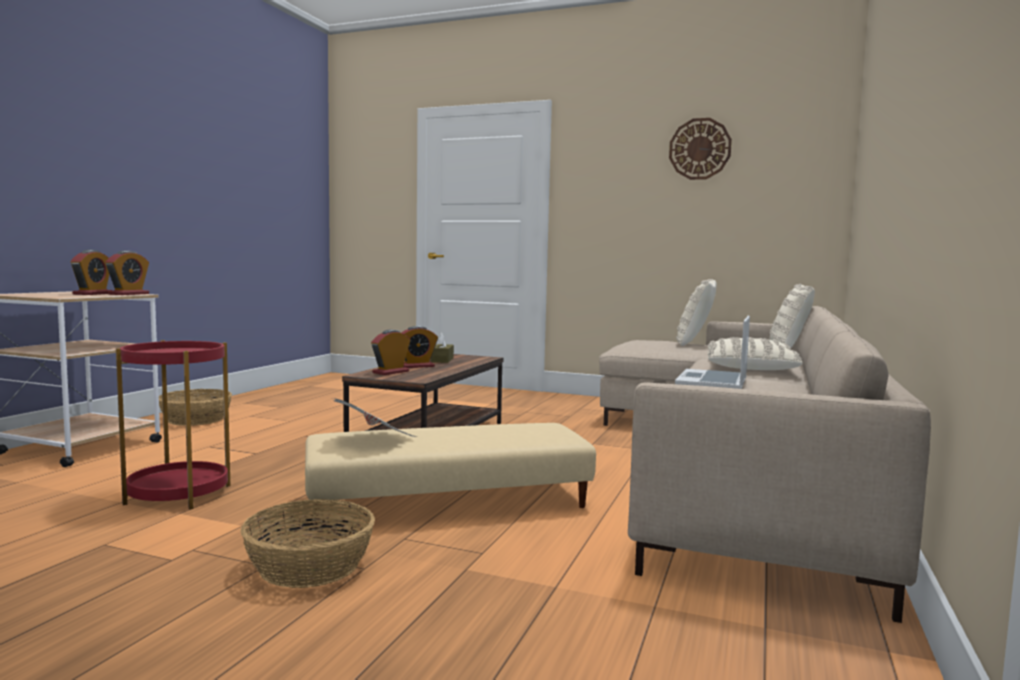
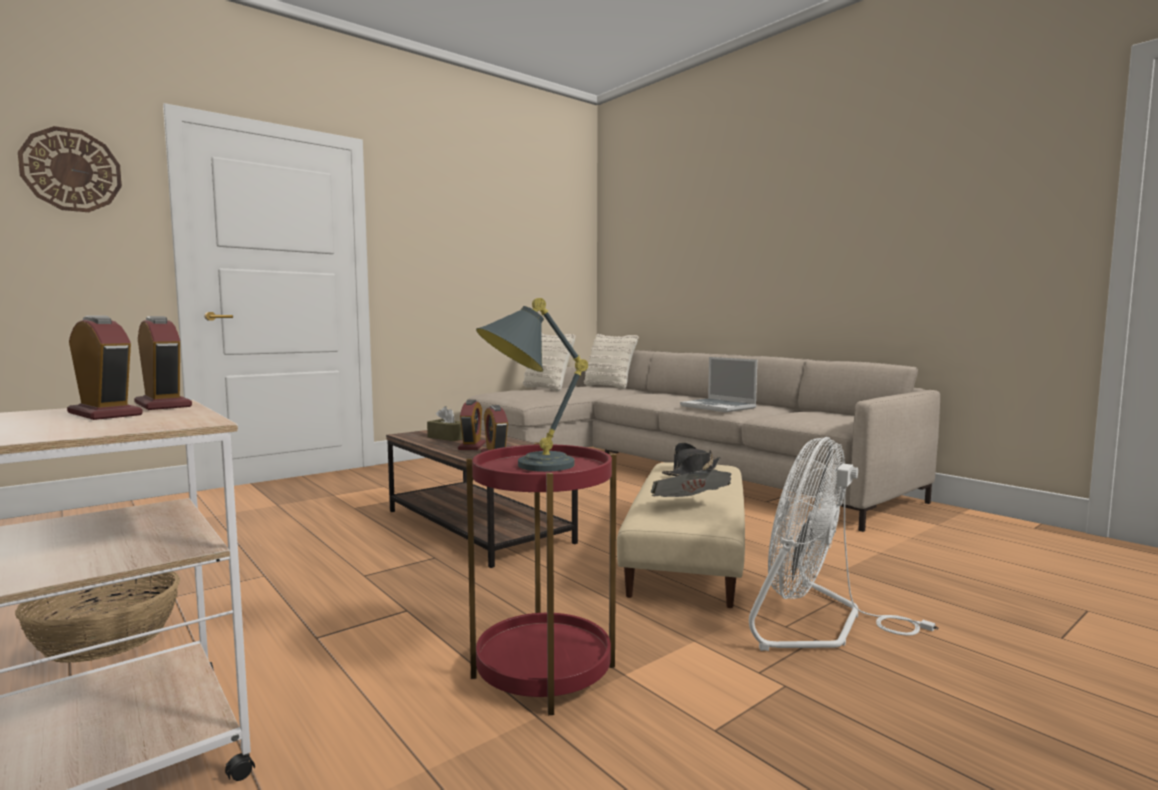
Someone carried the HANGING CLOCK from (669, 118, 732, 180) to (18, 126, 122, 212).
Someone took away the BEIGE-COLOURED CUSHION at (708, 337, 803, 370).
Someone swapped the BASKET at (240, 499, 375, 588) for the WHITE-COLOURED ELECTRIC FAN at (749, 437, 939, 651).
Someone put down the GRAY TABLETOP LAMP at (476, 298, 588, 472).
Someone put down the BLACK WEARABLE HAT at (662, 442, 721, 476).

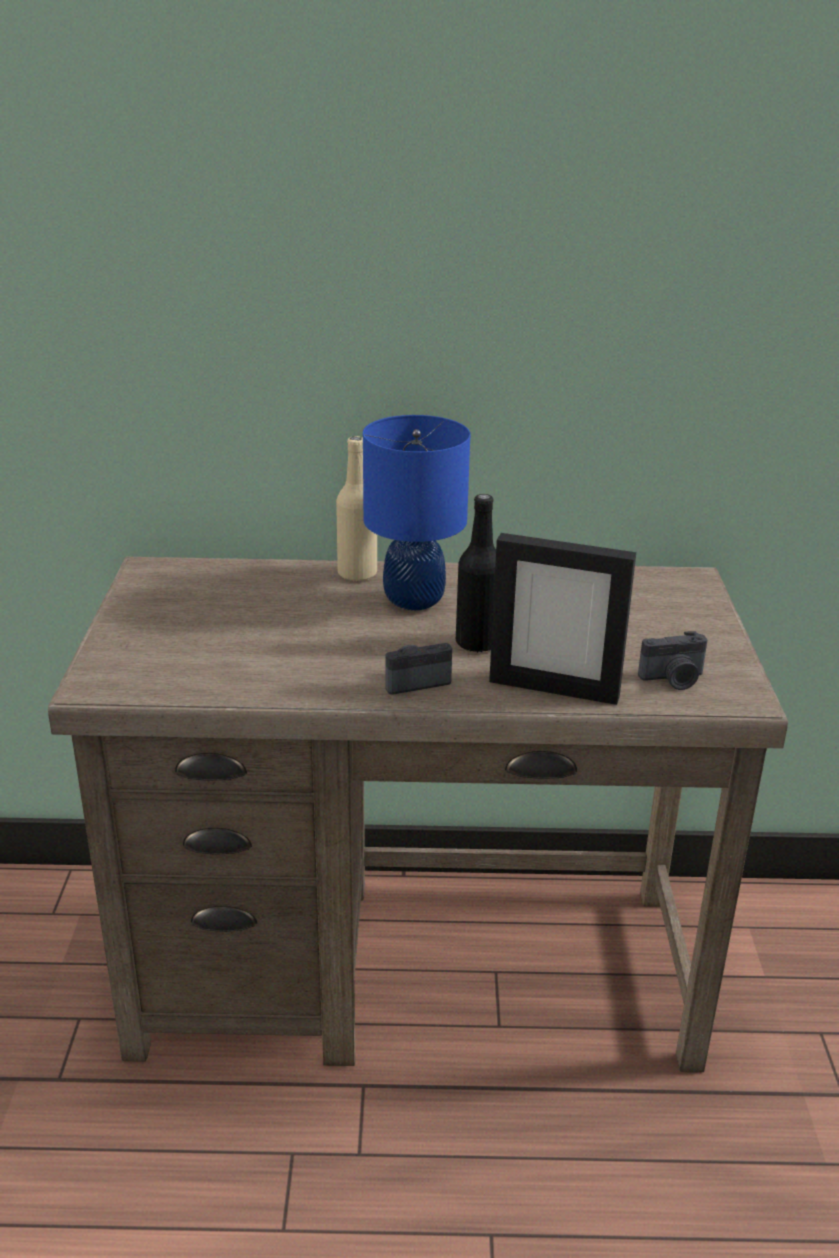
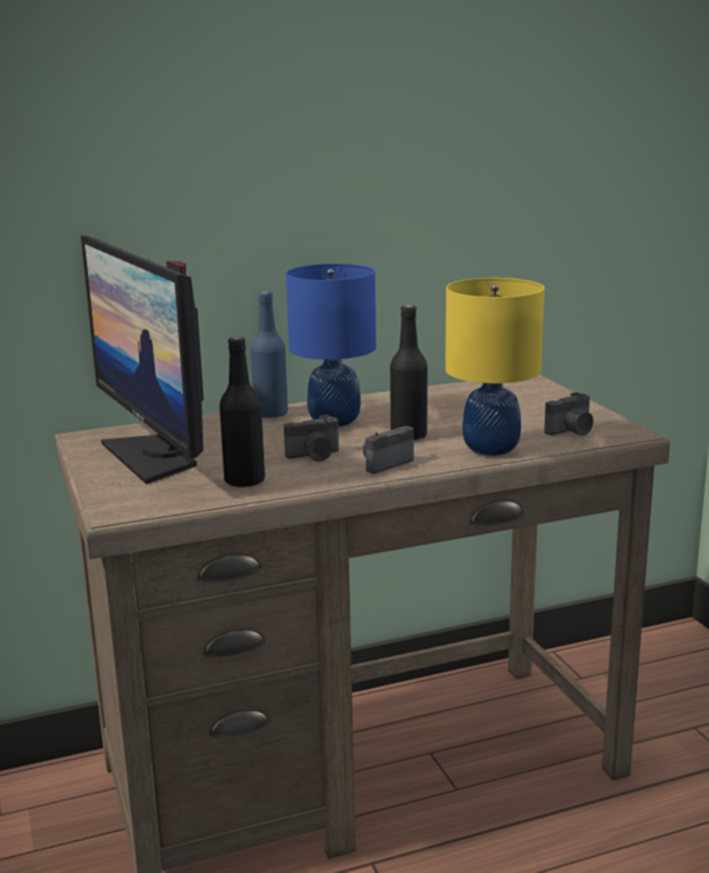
Someone repainted the BEIGE-COLOURED DRINK BOTTLE at (336, 436, 377, 582), which became the BLUE DRINK BOTTLE at (250, 291, 288, 418).
Someone swapped the PICTURE FRAME at (489, 533, 636, 705) for the YELLOW TABLETOP LAMP at (445, 278, 544, 456).
Someone put down the COMPUTER SCREEN at (81, 235, 204, 484).
Someone put down the BLACK DRINK BOTTLE at (219, 337, 265, 488).
Someone put down the STILL CAMERA at (284, 415, 339, 461).

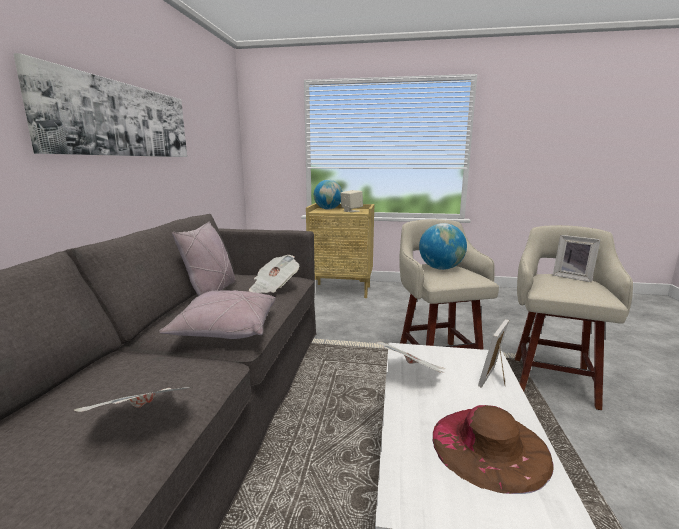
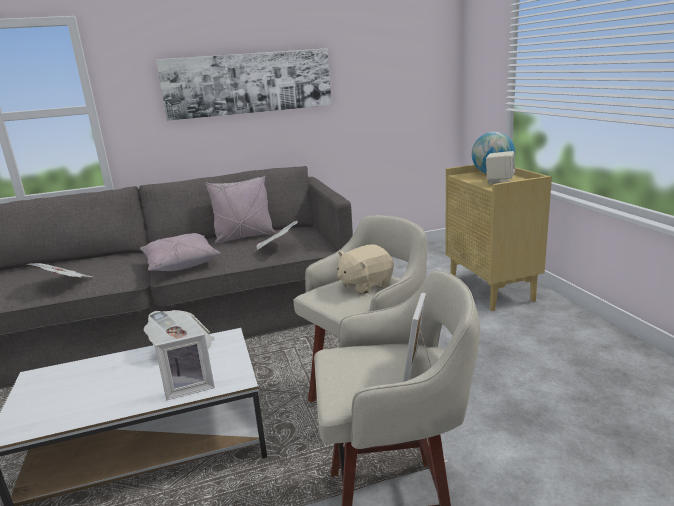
Someone swapped the DESK GLOBE at (419, 223, 467, 270) for the BEIGE-COLOURED SOFT TOY at (337, 244, 394, 294).
Someone rotated the PICTURE FRAME at (478, 319, 509, 388) by 150 degrees clockwise.
Someone took away the BROWNISH WEARABLE HAT at (433, 405, 554, 494).

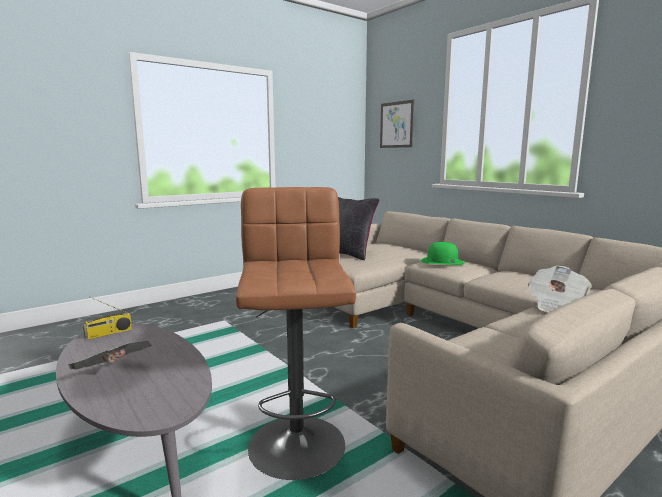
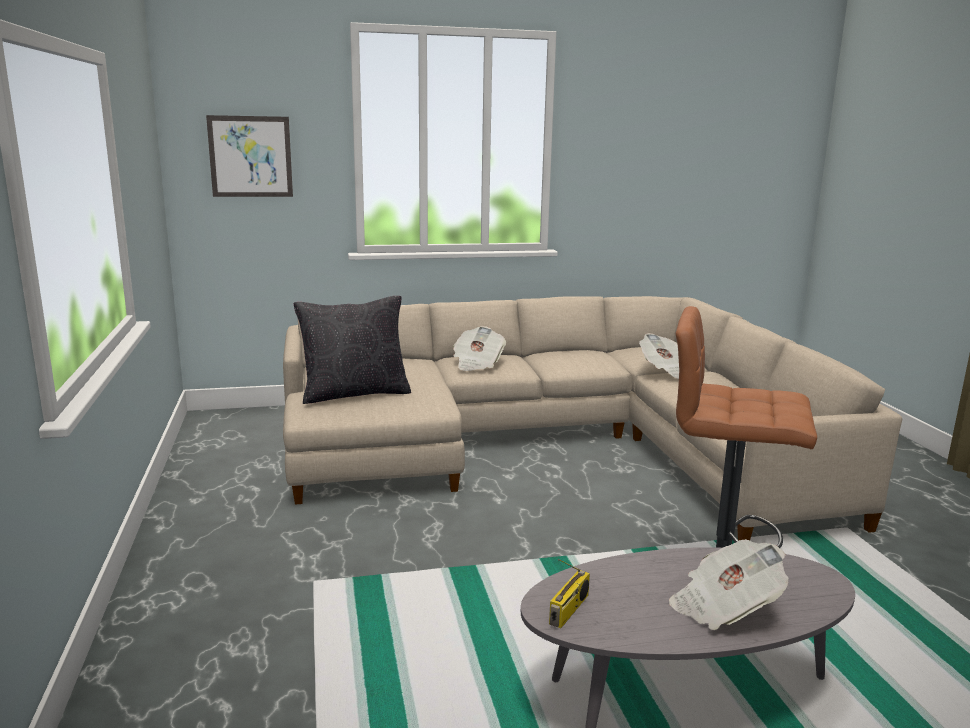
Someone swapped the GREENISH WEARABLE HAT at (421, 242, 465, 265) for the PRINTED PAPER at (453, 326, 506, 371).
Someone rotated the RADIO SET at (83, 297, 132, 340) by 45 degrees clockwise.

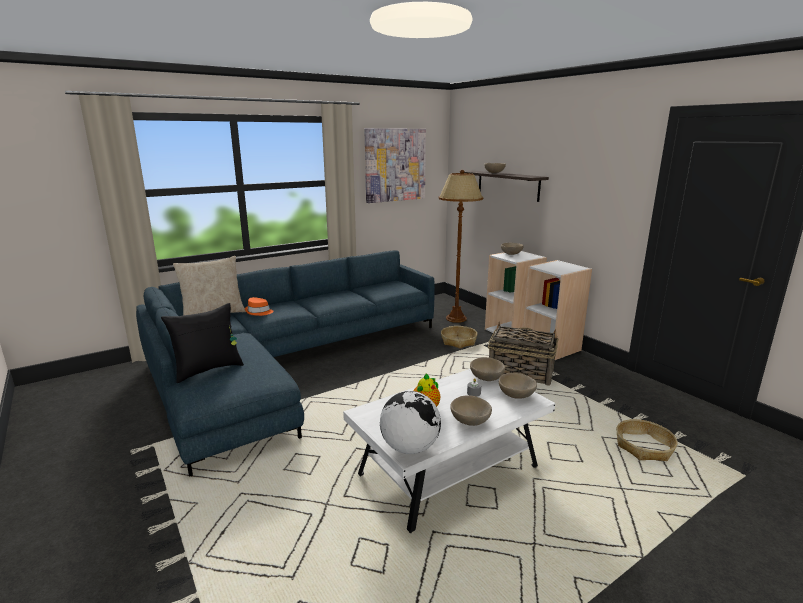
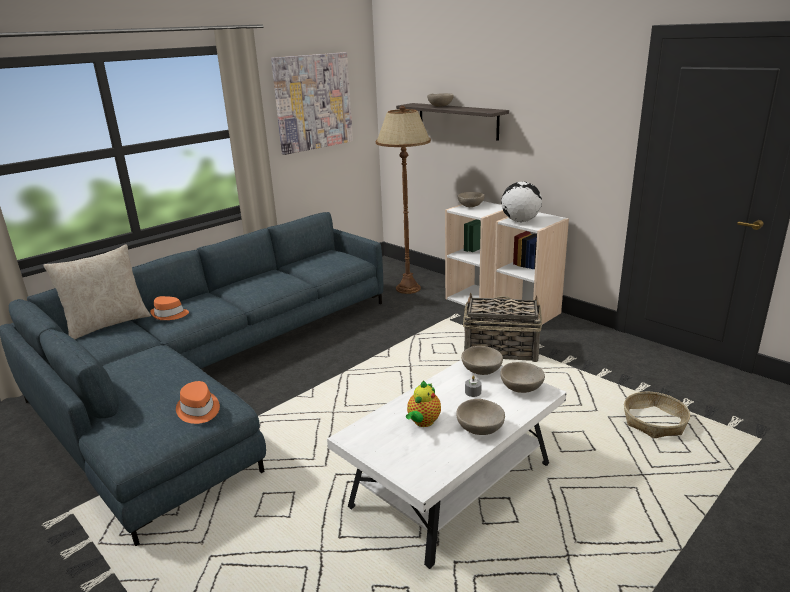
Someone took away the BLACK CUSHION at (161, 303, 244, 383).
Someone took away the BASKET at (441, 326, 477, 348).
Someone carried the DESK GLOBE from (380, 391, 441, 454) to (501, 182, 542, 222).
Someone put down the ORANGE-COLOURED WEARABLE HAT at (176, 381, 220, 424).

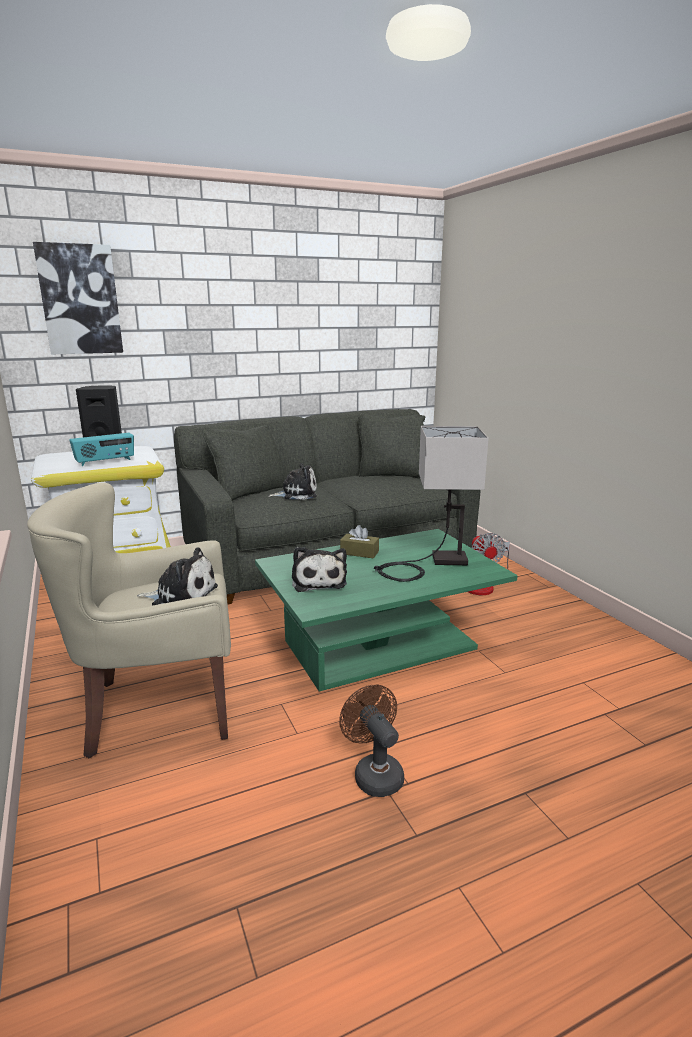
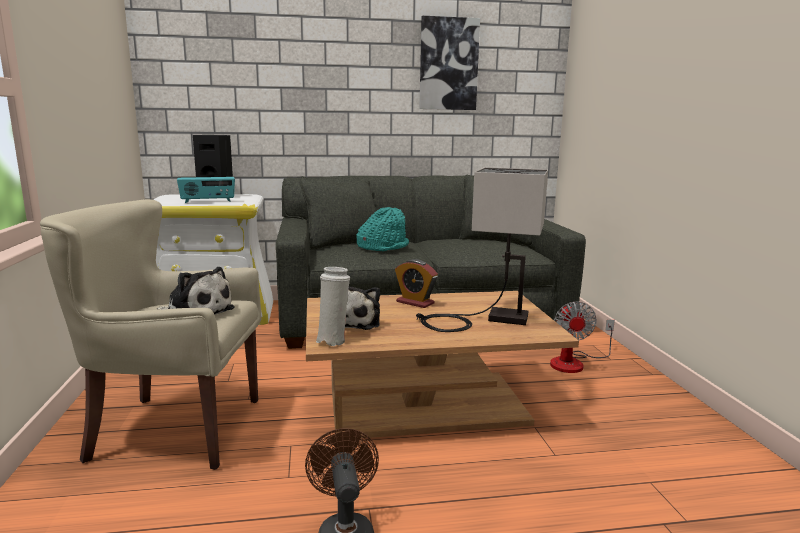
Someone carried the WALL ART from (33, 242, 123, 355) to (419, 16, 480, 110).
Someone swapped the SOFT TOY at (268, 463, 317, 500) for the TURQUOISE WEARABLE HAT at (356, 207, 409, 251).
Someone swapped the BROWNISH TISSUE HOLDER at (340, 525, 379, 558) for the BEDSIDE CLOCK at (395, 259, 438, 308).
Someone repainted the GREENISH LOW TABLE at (255, 529, 518, 692), which became the BROWNISH LOW TABLE at (306, 291, 579, 438).
Someone put down the WHITE-COLOURED FLOWER VASE at (316, 267, 350, 346).

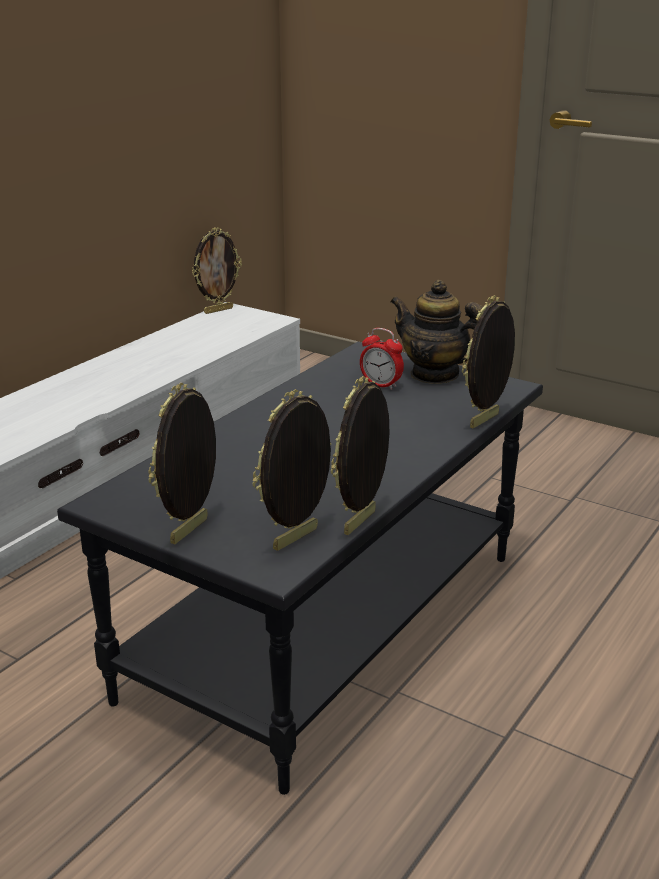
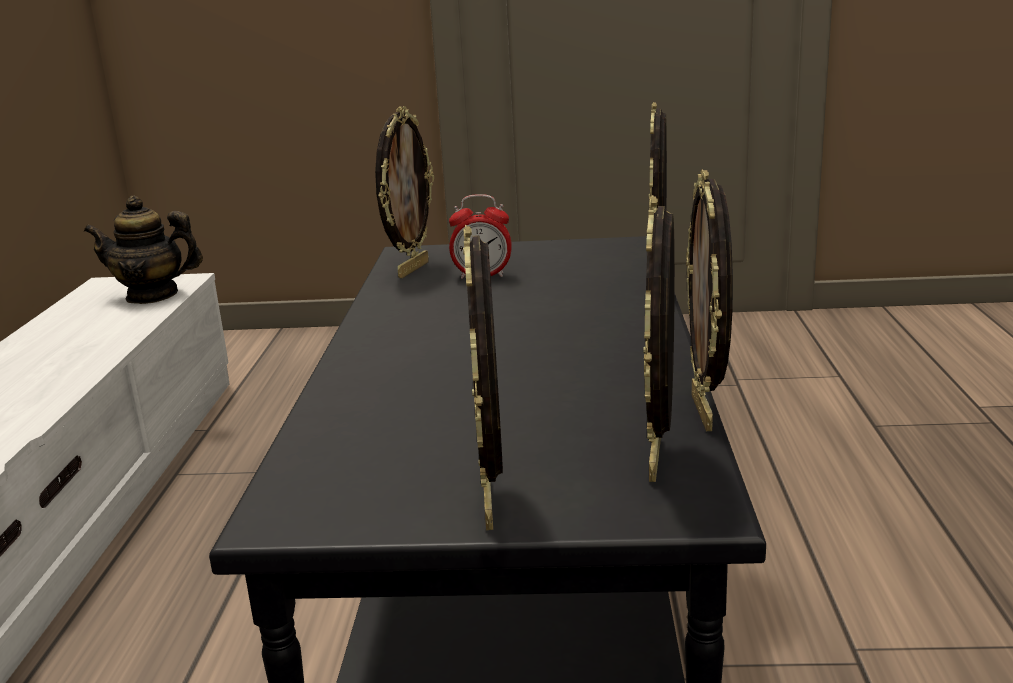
Someone carried the PICTURE FRAME from (192, 227, 242, 314) to (375, 106, 434, 278).
Someone carried the TEAPOT from (390, 280, 483, 384) to (84, 196, 203, 304).

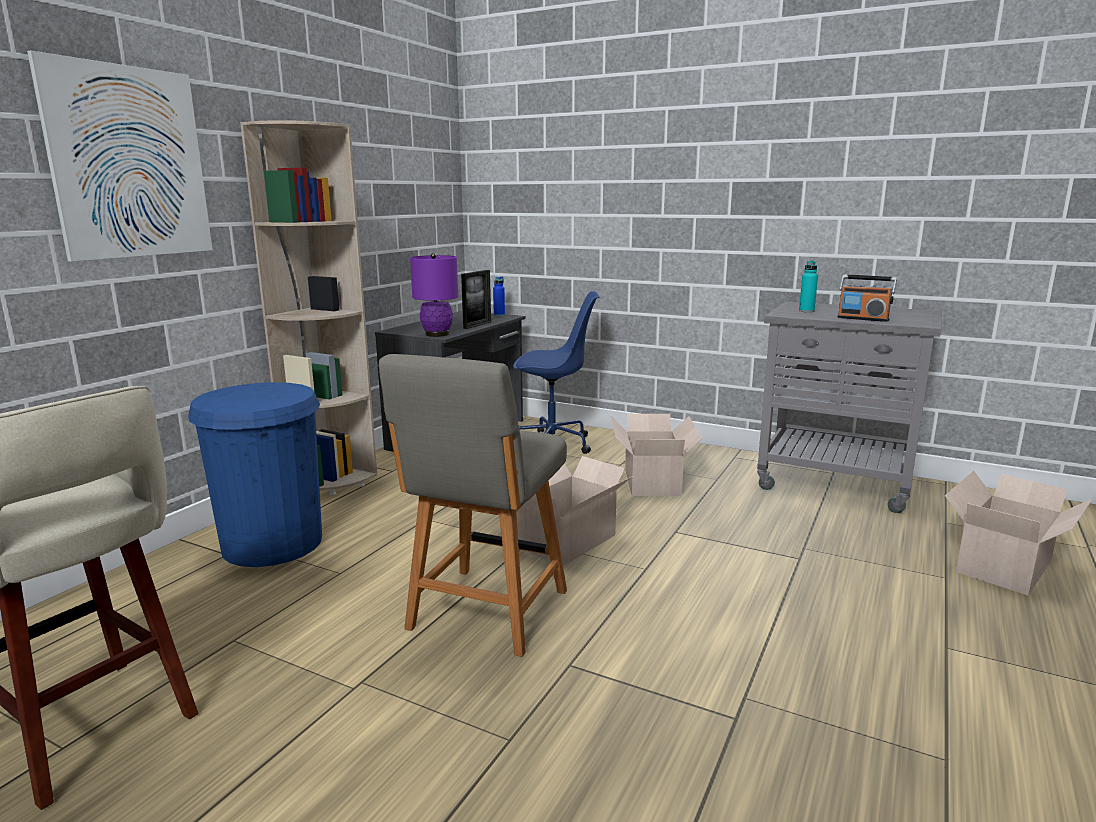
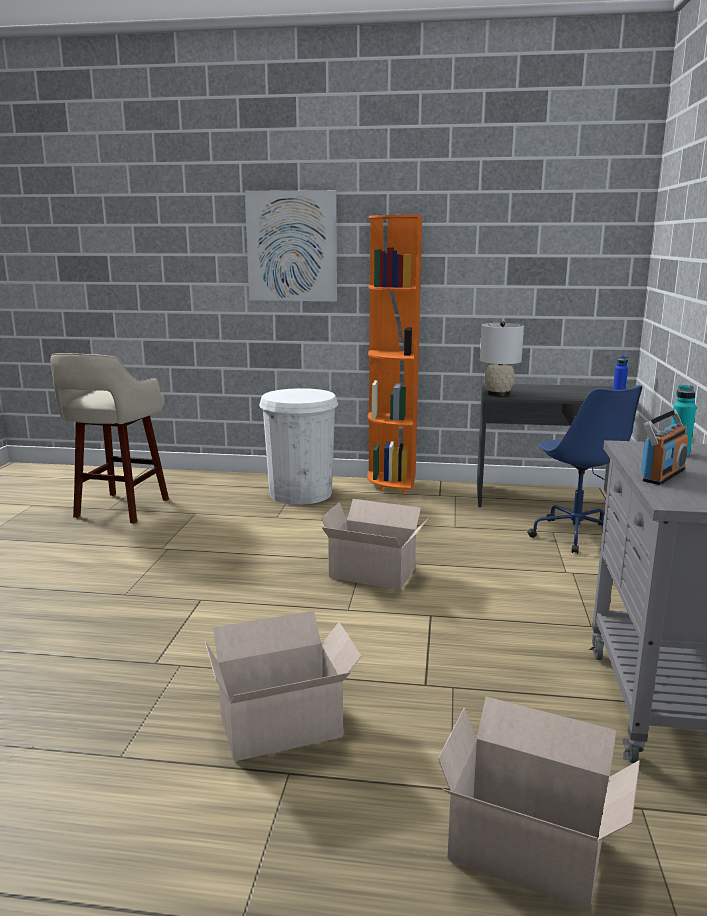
Someone repainted the BEIGE-COLOURED BOOKSHELF at (240, 120, 377, 495), which became the ORANGE-COLOURED BOOKSHELF at (367, 215, 422, 494).
Someone repainted the PURPLISH TABLETOP LAMP at (410, 253, 458, 337), which became the WHITE-COLOURED TABLETOP LAMP at (480, 321, 524, 396).
Someone took away the PICTURE FRAME at (461, 270, 491, 329).
Someone rotated the RADIO SET at (838, 275, 897, 322) by 150 degrees counterclockwise.
Someone took away the GRAY UPRIGHT CHAIR at (379, 354, 567, 657).
Someone repainted the BLUE RUBBISH BIN at (188, 382, 322, 567), which became the WHITE-COLOURED RUBBISH BIN at (259, 388, 338, 505).
Someone carried the CARDBOARD BOX from (611, 414, 702, 496) to (205, 611, 361, 761).

